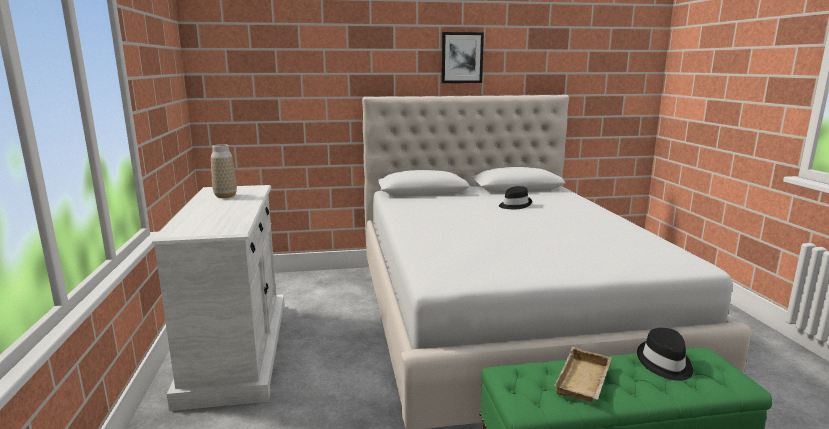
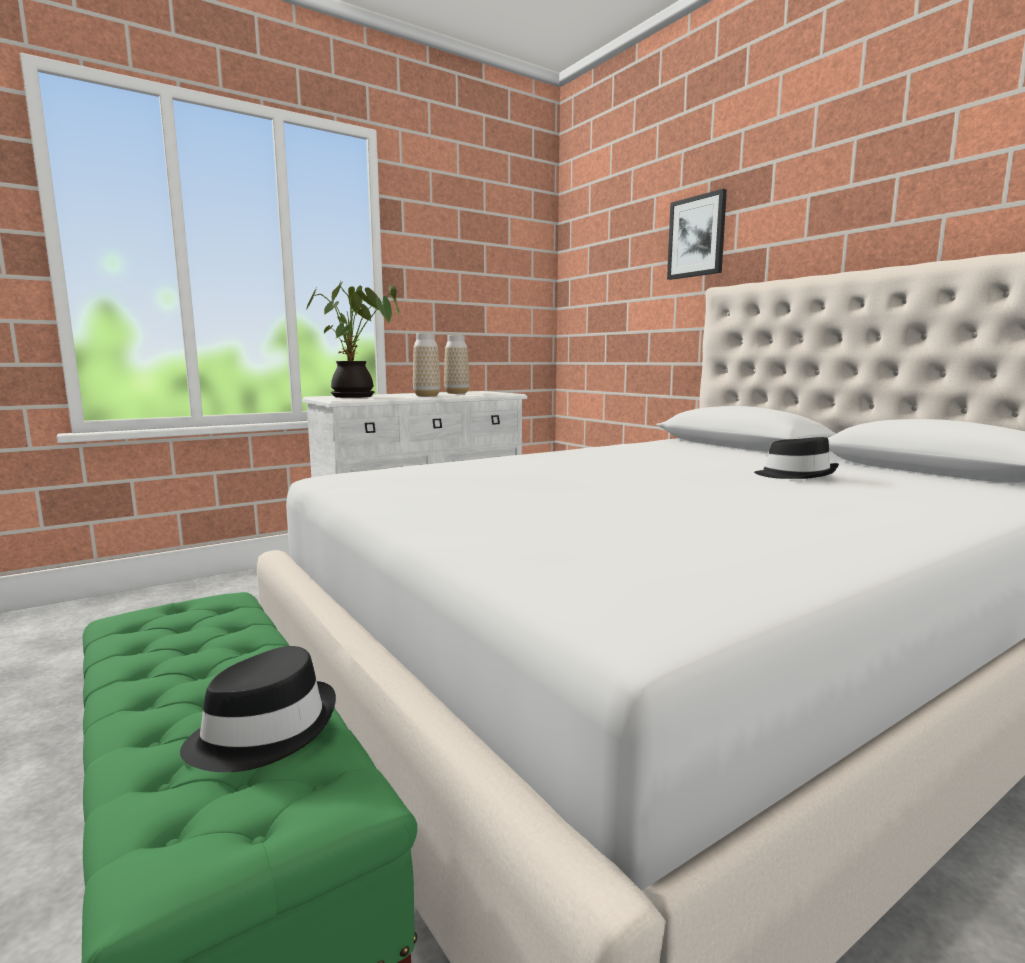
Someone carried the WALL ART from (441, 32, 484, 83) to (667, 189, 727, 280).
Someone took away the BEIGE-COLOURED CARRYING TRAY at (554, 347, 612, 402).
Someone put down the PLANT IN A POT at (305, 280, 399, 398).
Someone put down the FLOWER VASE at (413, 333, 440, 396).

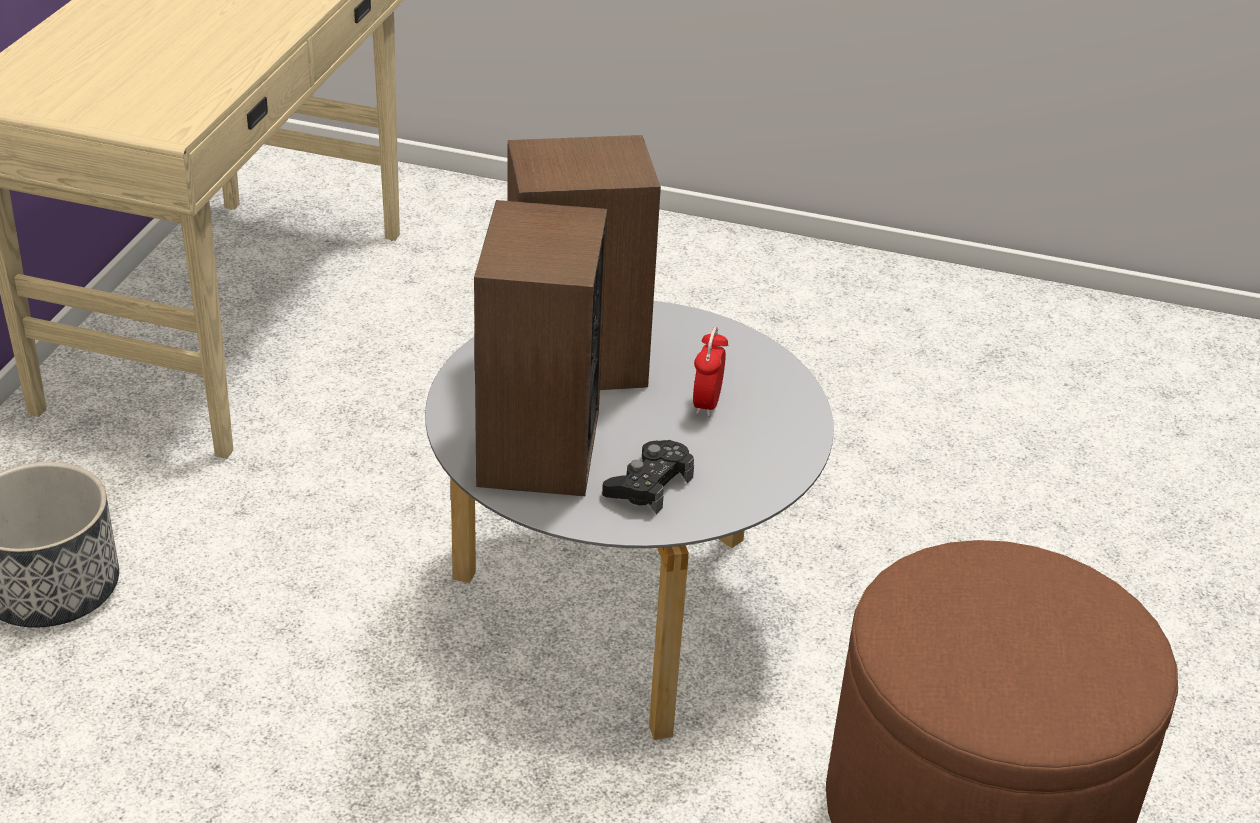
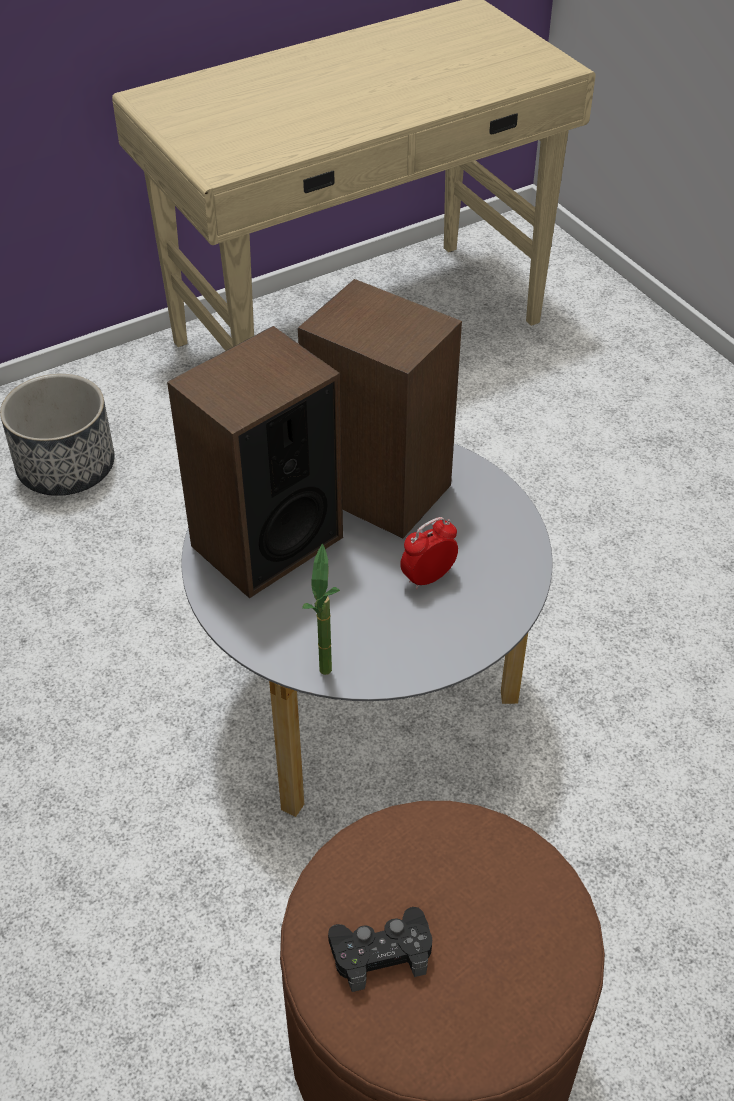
Someone carried the BLACK JOYPAD from (602, 440, 694, 514) to (328, 907, 432, 992).
Someone put down the PLANT IN A POT at (302, 543, 340, 675).

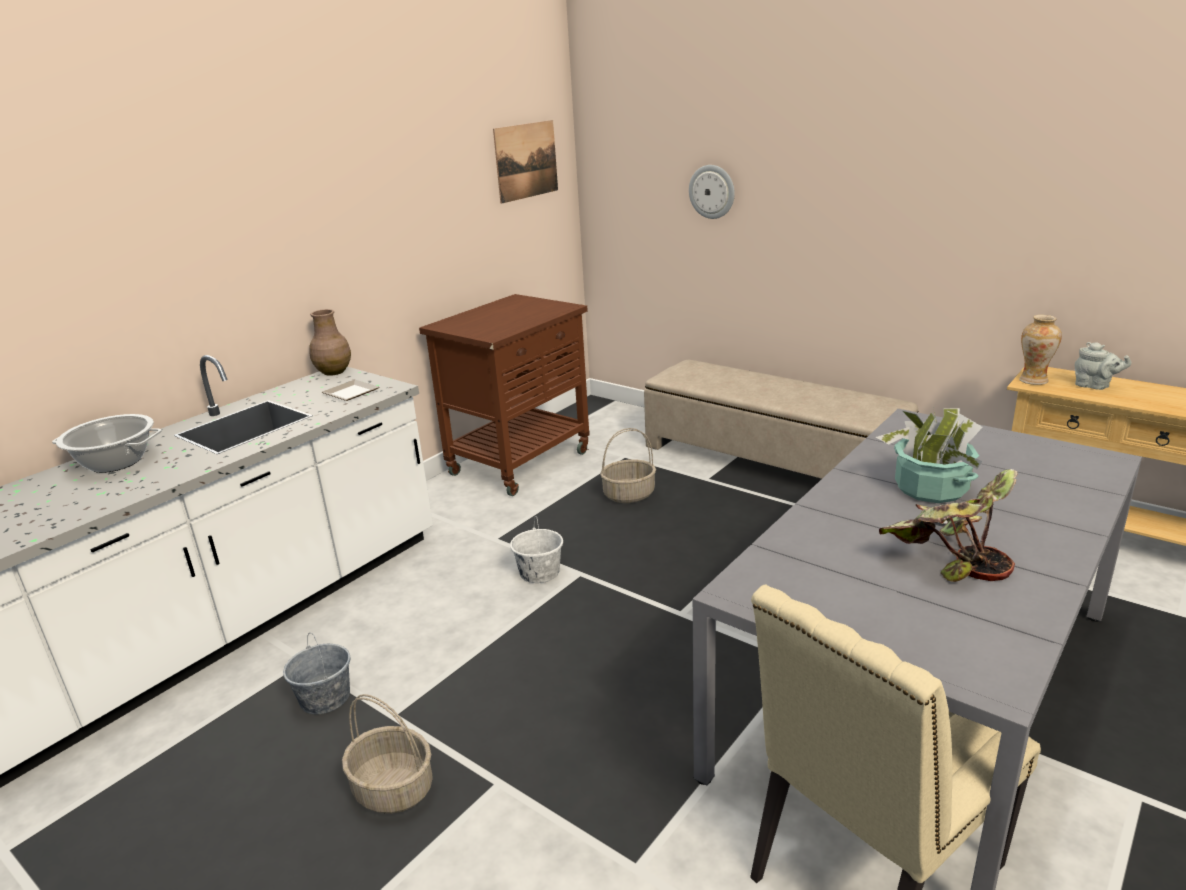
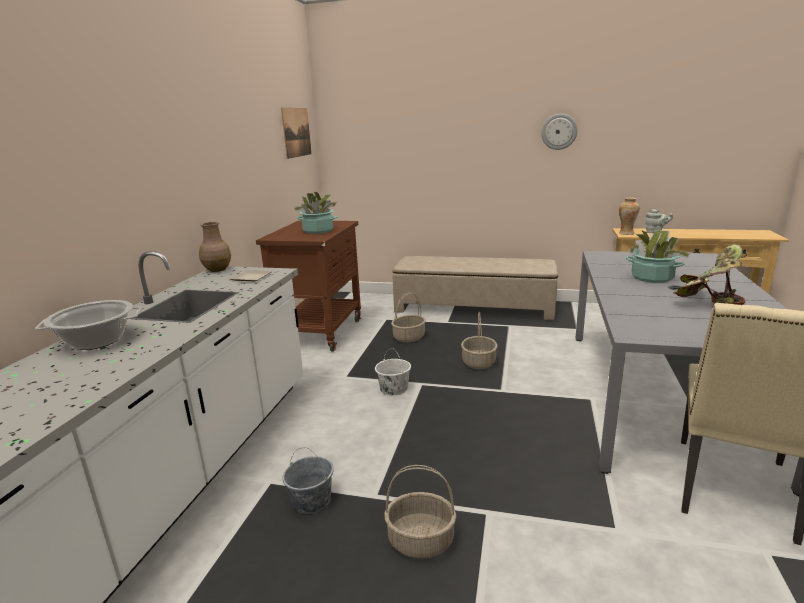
Someone carried the HANGING CLOCK from (689, 165, 735, 219) to (541, 114, 577, 150).
Someone put down the PLANT IN A POT at (294, 192, 337, 234).
Someone put down the BASKET at (461, 312, 498, 370).

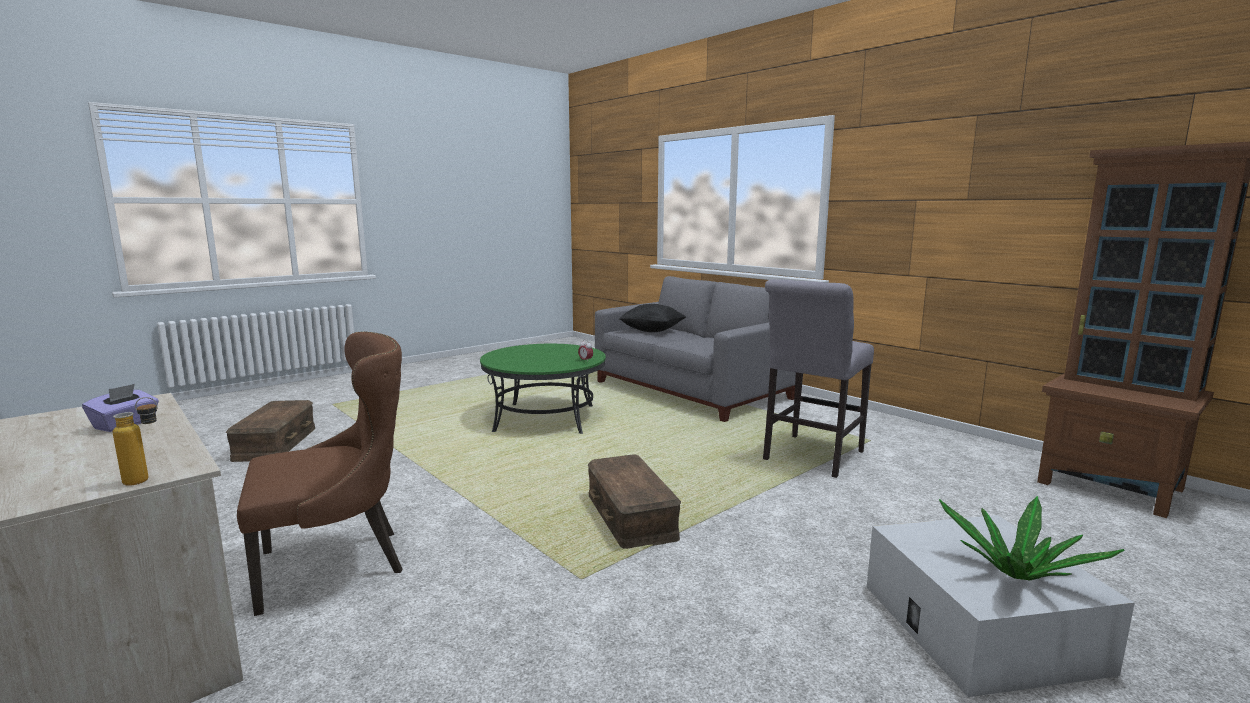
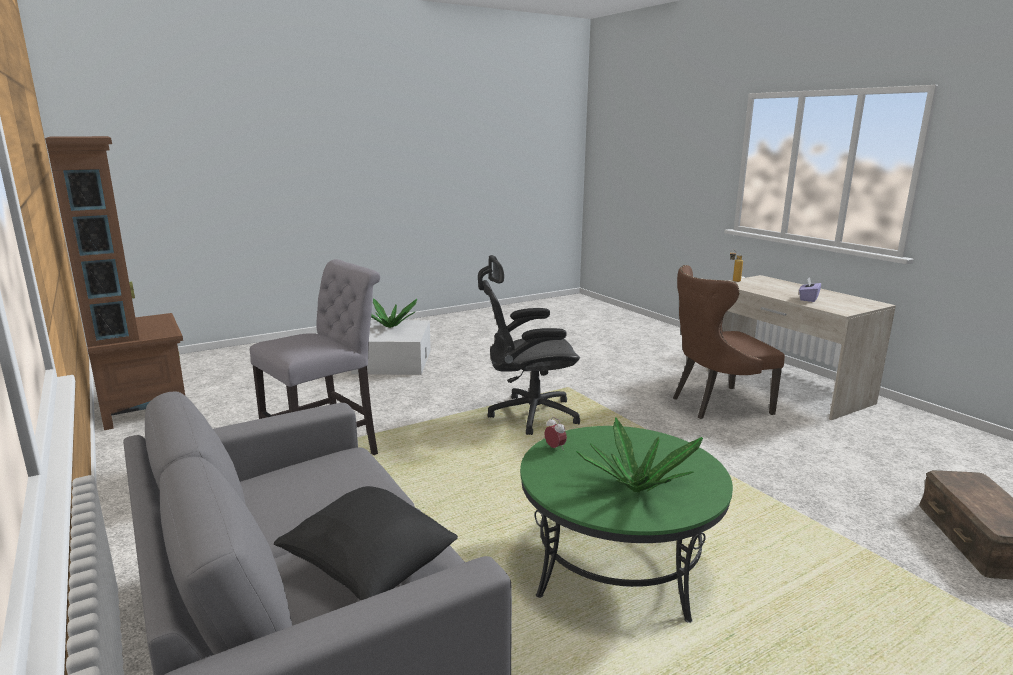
Someone swapped the BROWNISH STORAGE BOX at (588, 454, 681, 549) for the DESK CHAIR at (478, 255, 580, 435).
Someone put down the PLANT IN A POT at (576, 417, 703, 492).

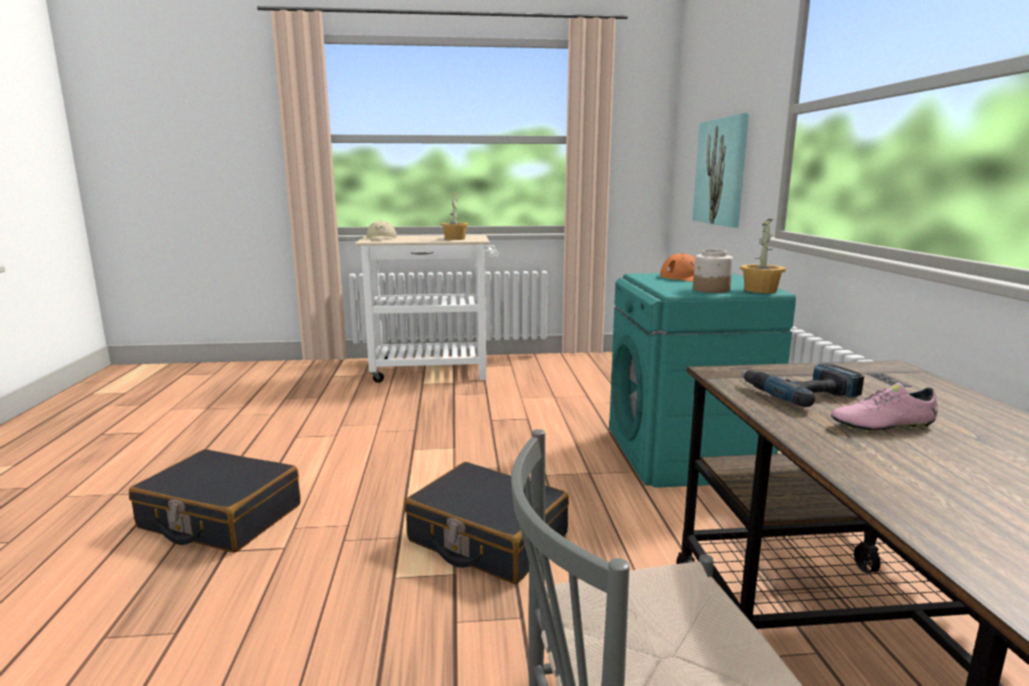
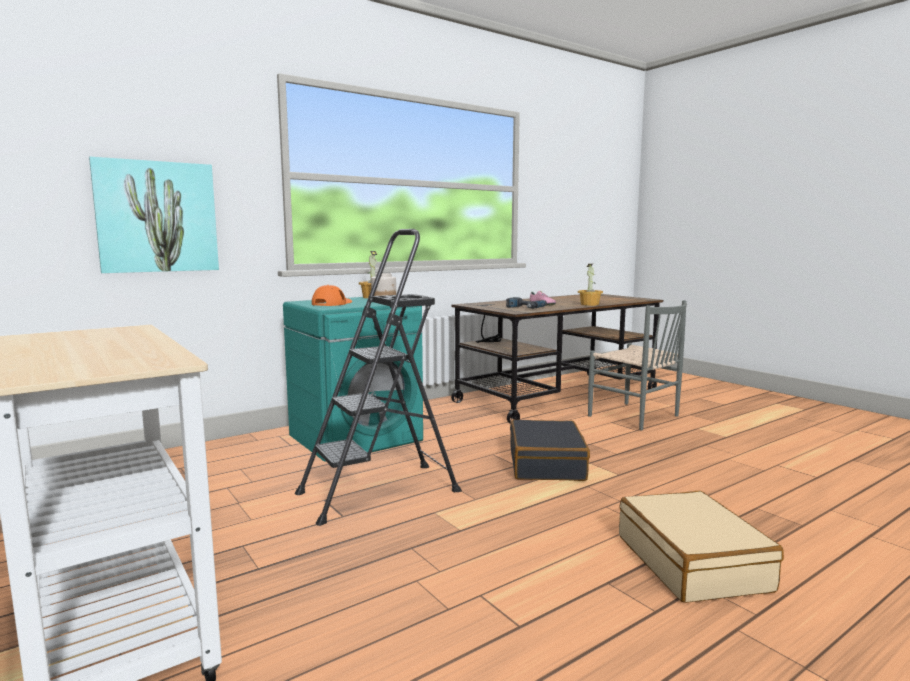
Someone carried the PLANT IN A POT from (441, 192, 469, 240) to (578, 264, 603, 306).
Someone took away the BEIGE-COLOURED PEAKED CAP at (366, 221, 397, 240).
Someone repainted the BLACK PIECE OF LUGGAGE at (129, 449, 301, 552), which became the BEIGE-COLOURED PIECE OF LUGGAGE at (619, 491, 784, 603).
Someone put down the STEP LADDER at (295, 229, 462, 526).

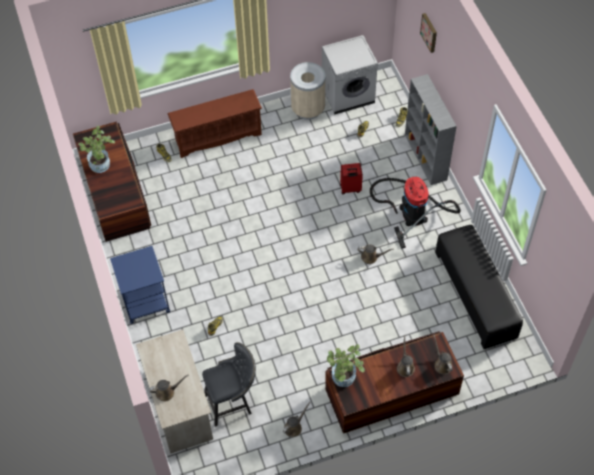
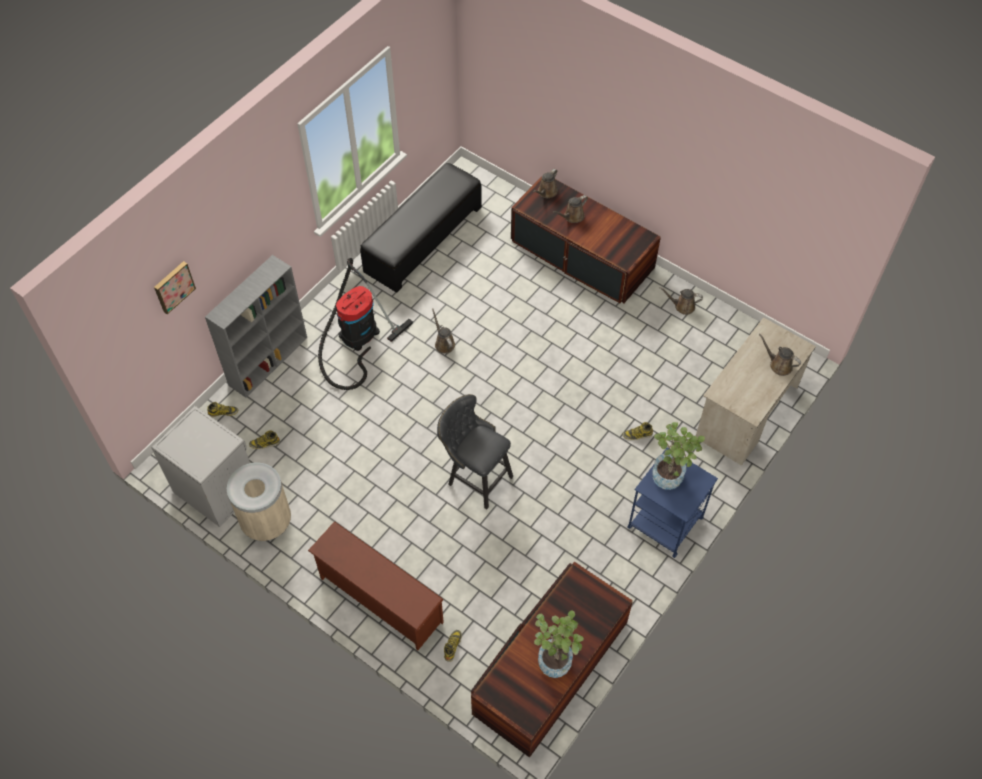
Someone took away the REDDISH PIECE OF LUGGAGE at (340, 163, 363, 195).
Someone carried the GRAY STOOL from (202, 342, 256, 427) to (437, 394, 513, 510).
Someone carried the PLANT IN A POT from (327, 344, 365, 387) to (652, 422, 705, 490).

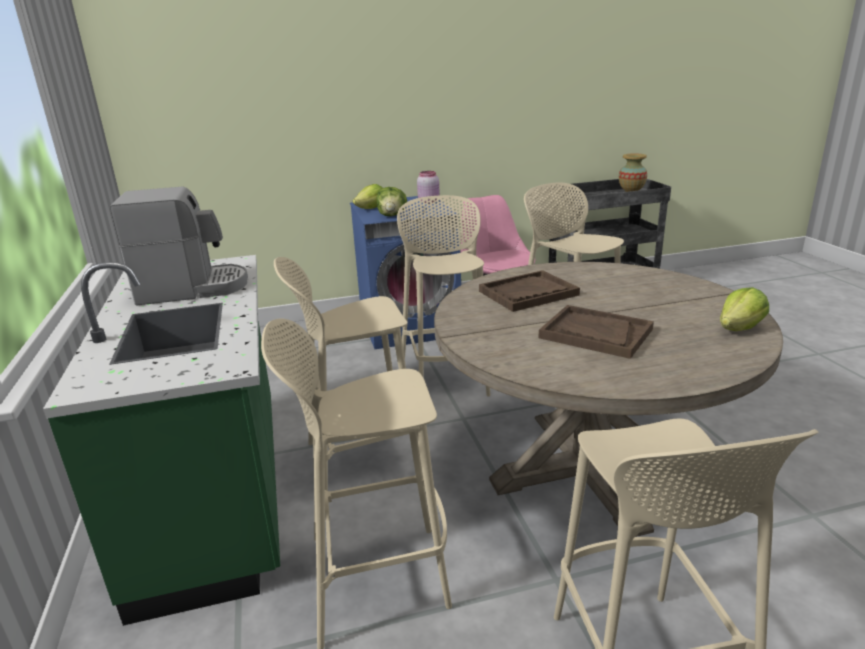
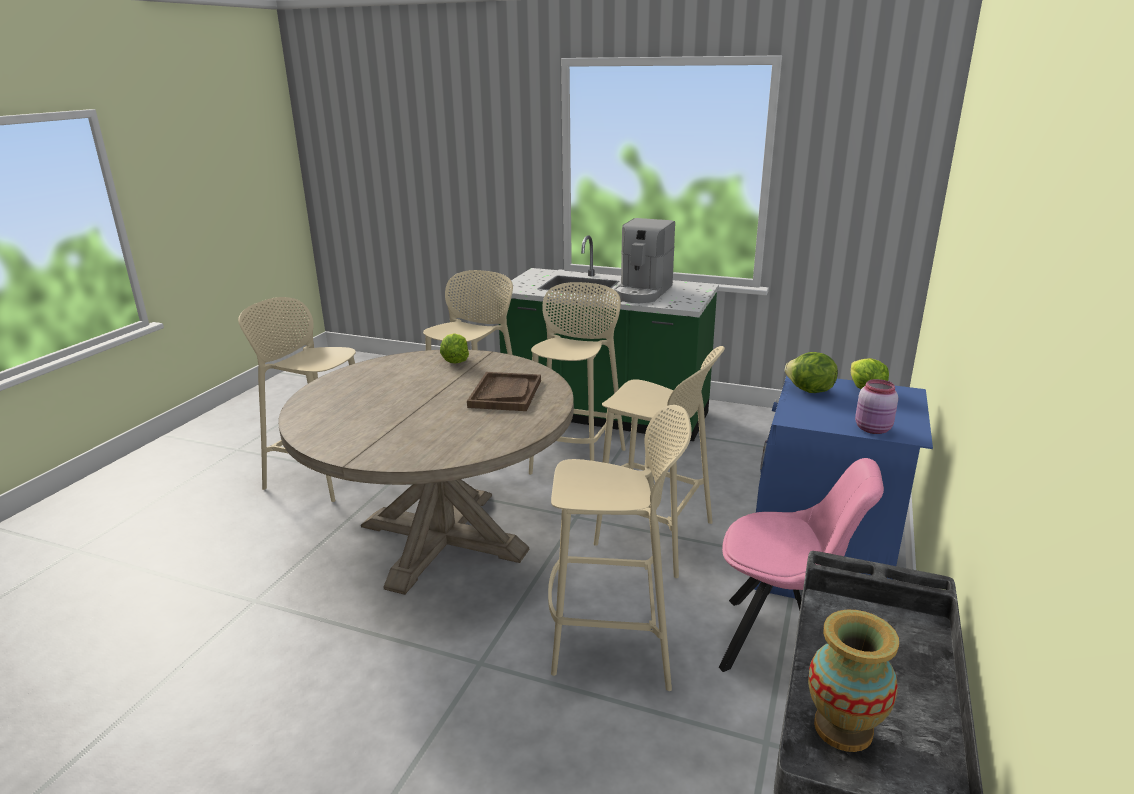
Someone carried the LETTUCE HEAD from (720, 287, 769, 331) to (440, 333, 469, 364).
Someone took away the BROWNISH CARRYING TRAY at (539, 305, 654, 359).

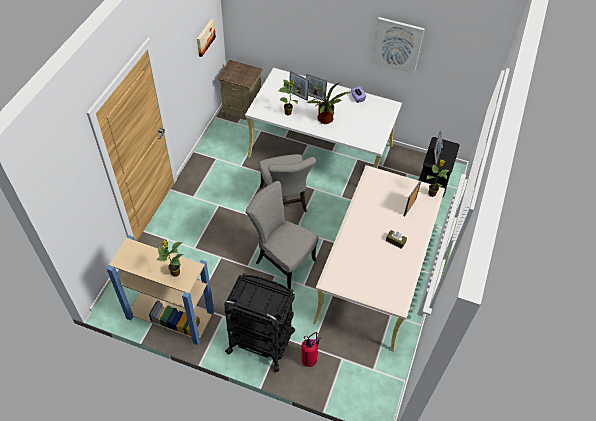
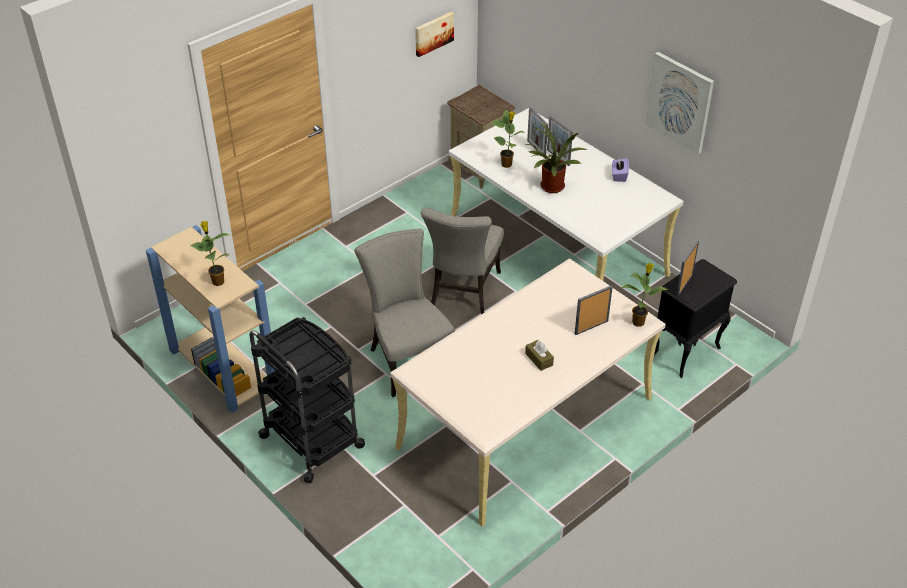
Someone took away the FIRE EXTINGUISHER at (302, 332, 321, 367).

